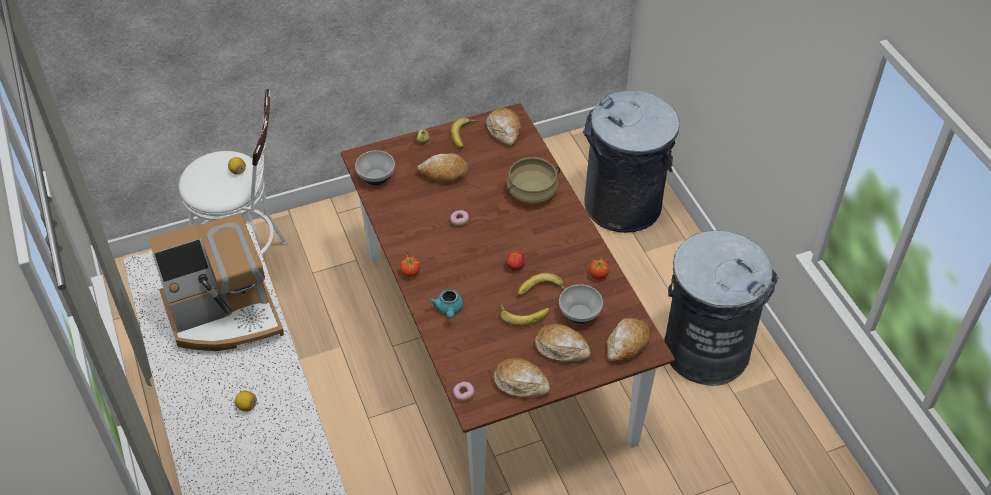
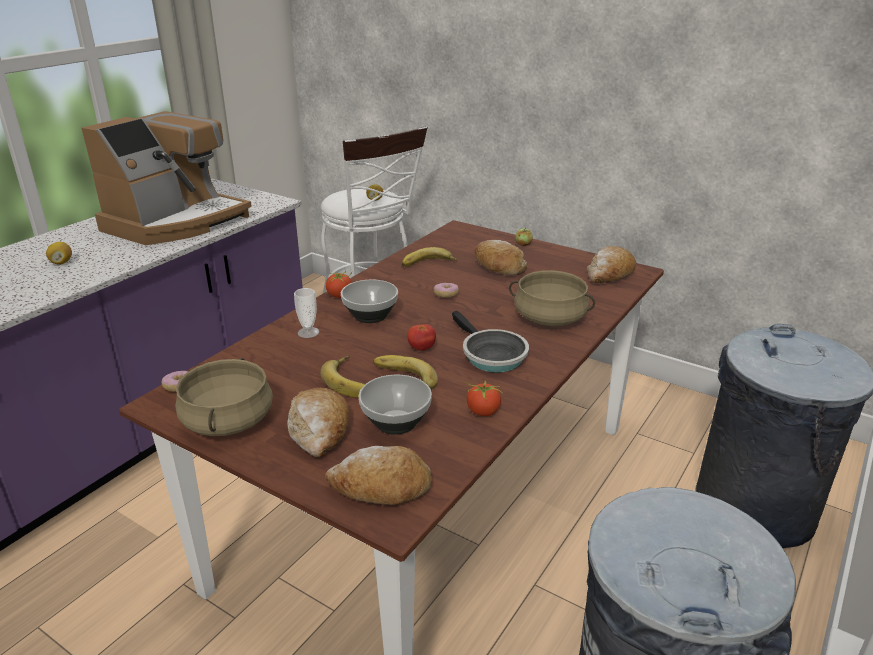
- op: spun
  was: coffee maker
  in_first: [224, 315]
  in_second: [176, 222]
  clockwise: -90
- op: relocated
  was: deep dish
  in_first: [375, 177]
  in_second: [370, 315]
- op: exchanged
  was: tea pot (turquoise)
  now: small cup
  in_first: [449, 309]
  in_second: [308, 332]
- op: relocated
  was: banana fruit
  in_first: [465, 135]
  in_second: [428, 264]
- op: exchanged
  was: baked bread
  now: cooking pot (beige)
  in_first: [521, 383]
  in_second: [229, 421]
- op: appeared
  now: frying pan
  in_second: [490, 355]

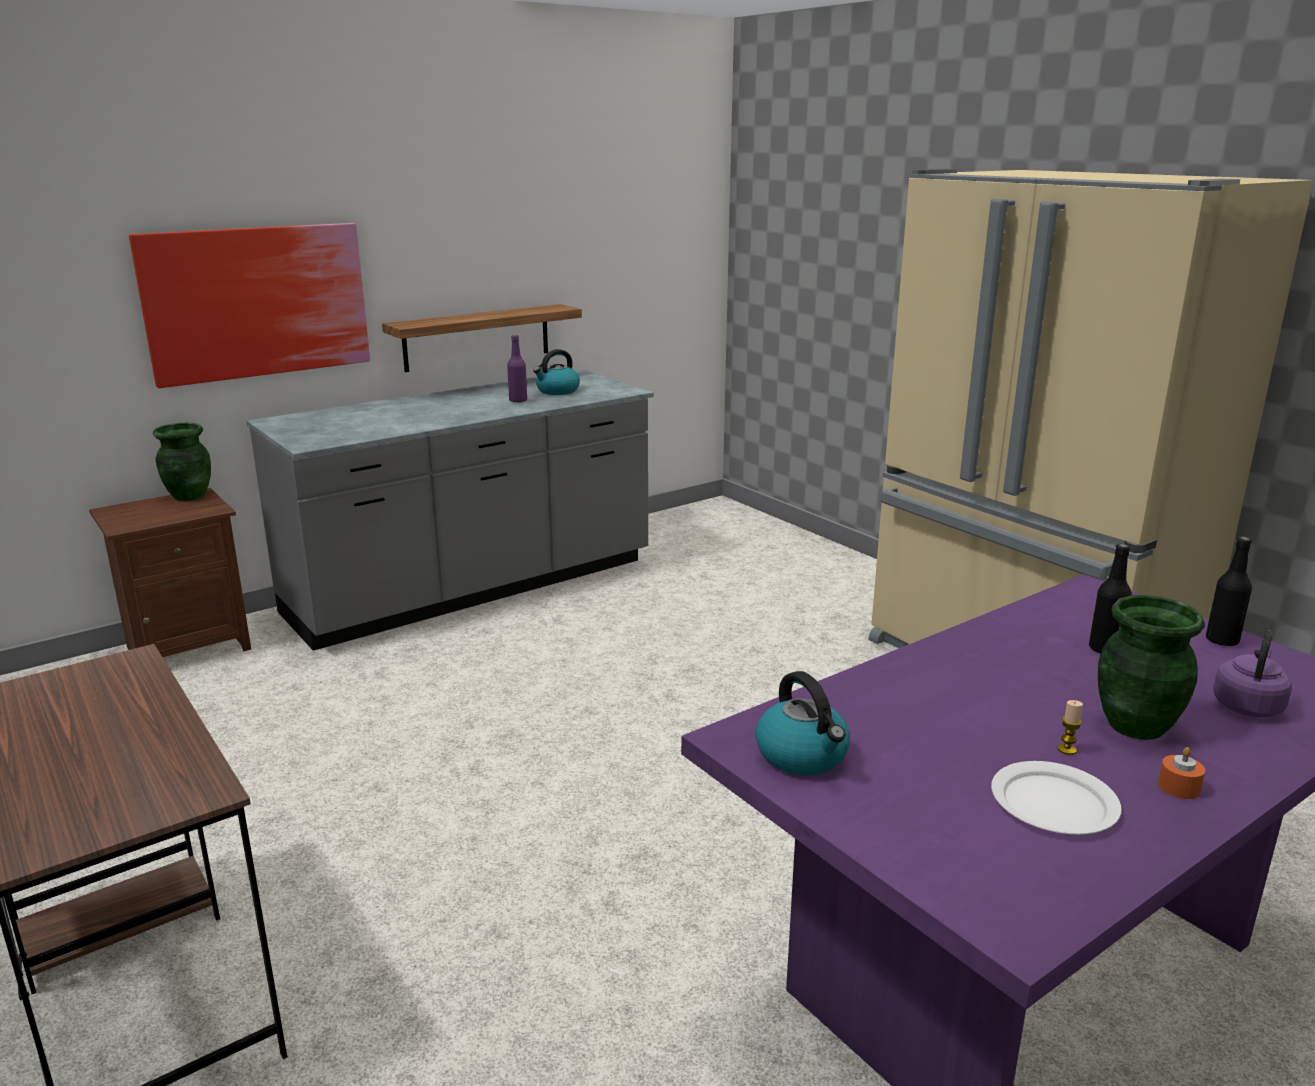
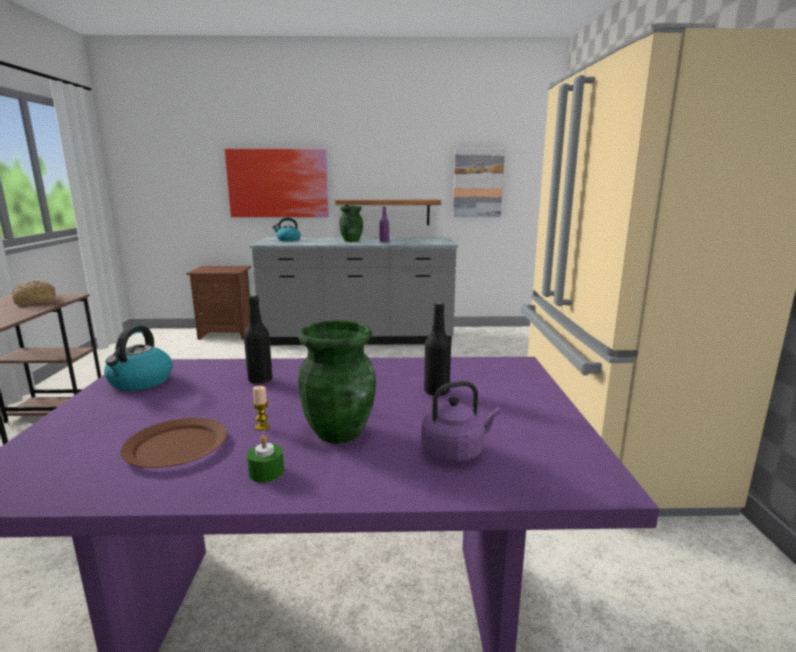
- op: relocated
  was: vase (greenish)
  in_first: [188, 496]
  in_second: [351, 241]
- op: relocated
  was: water kettle
  in_first: [557, 391]
  in_second: [288, 240]
- op: colour
  was: dinner plate (white-coloured)
  now: dinner plate (brown-coloured)
  in_first: [1053, 802]
  in_second: [177, 446]
- op: colour
  was: wax candle (orangey)
  now: wax candle (greenish)
  in_first: [1178, 787]
  in_second: [266, 472]
- op: relocated
  was: bottle (blackish)
  in_first: [1222, 640]
  in_second: [260, 380]
- op: appeared
  now: baked bread
  in_second: [36, 301]
- op: appeared
  now: wall picture
  in_second: [477, 183]

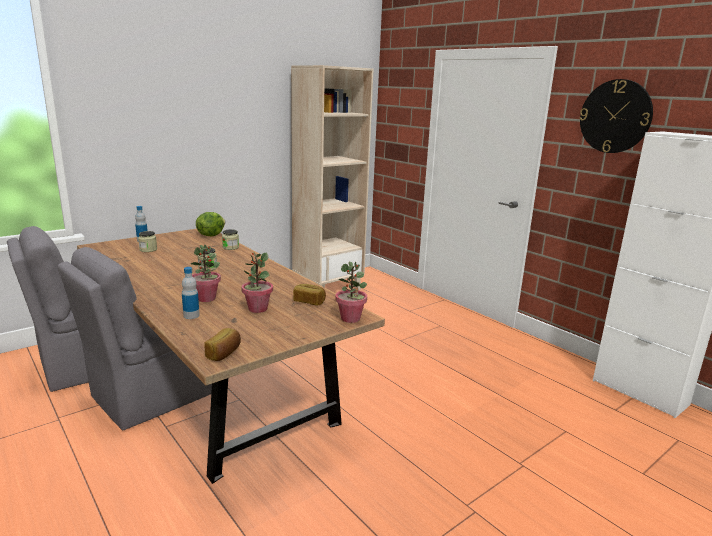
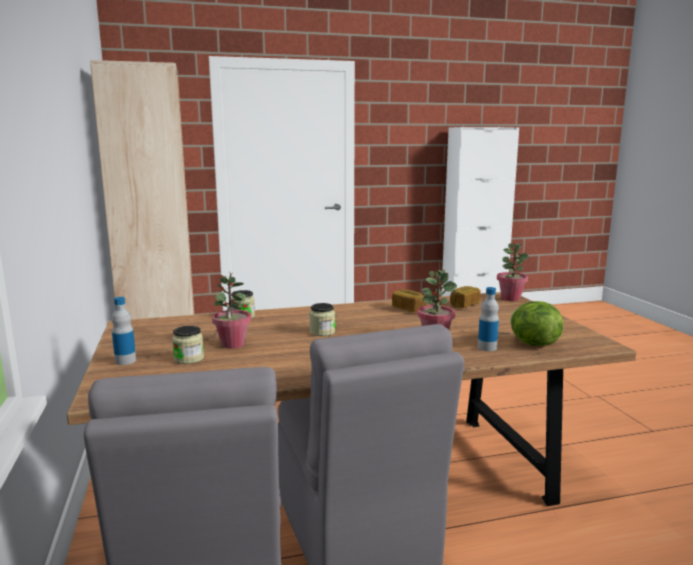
- op: relocated
  was: lettuce
  in_first: [210, 235]
  in_second: [532, 344]
- op: relocated
  was: baked bread
  in_first: [224, 353]
  in_second: [409, 309]
- op: relocated
  was: potted plant
  in_first: [257, 309]
  in_second: [233, 344]
- op: missing
  was: clock on the wall
  in_first: [615, 116]

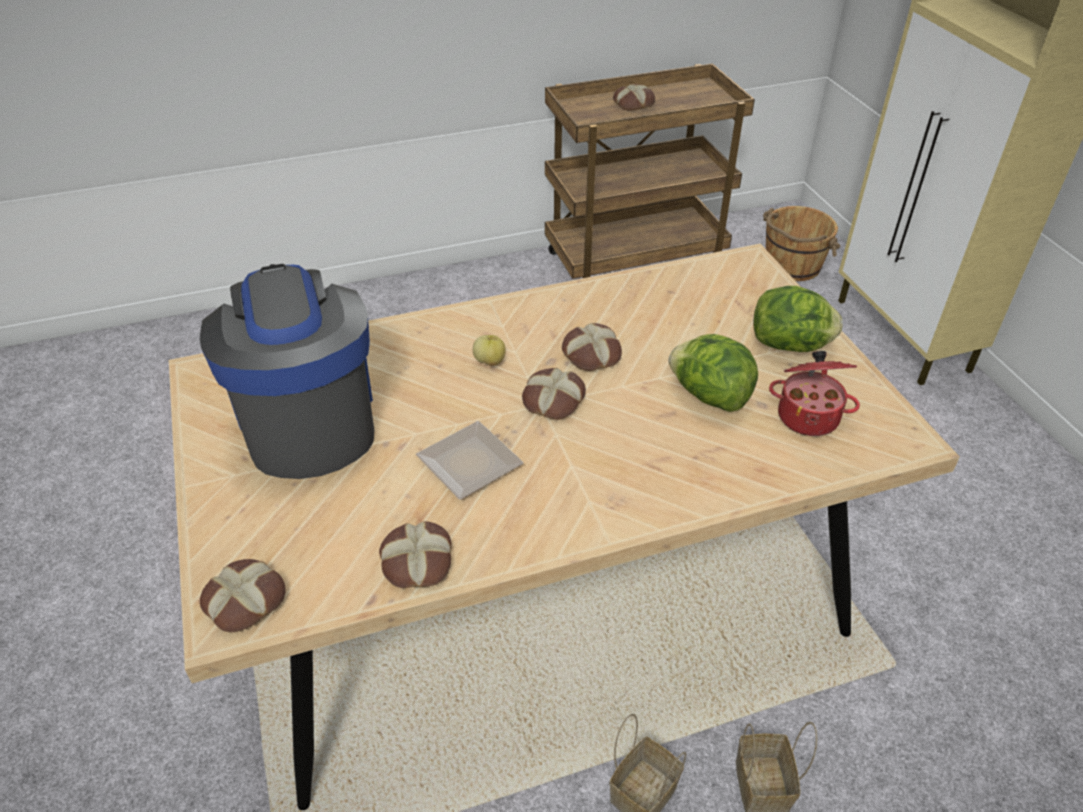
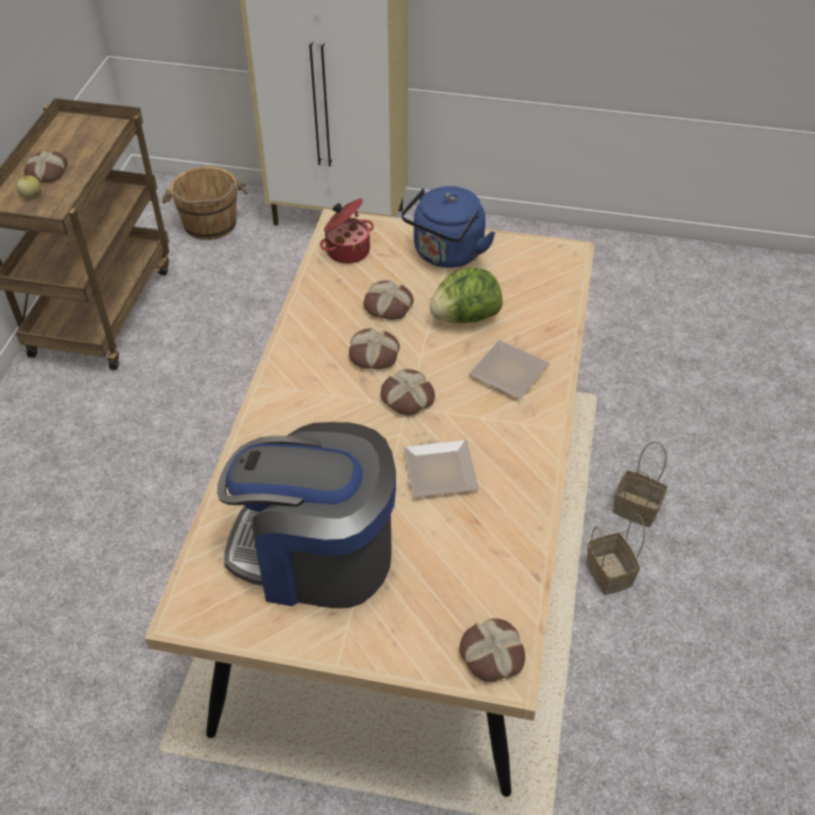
- op: relocated
  was: baked bread
  in_first: [416, 561]
  in_second: [387, 306]
- op: relocated
  was: whole apple
  in_first: [490, 361]
  in_second: [31, 196]
- op: exchanged
  was: lettuce
  now: water kettle (blue)
  in_first: [790, 345]
  in_second: [446, 254]
- op: relocated
  was: cooking pot
  in_first: [808, 415]
  in_second: [347, 250]
- op: appeared
  now: dinner plate
  in_second: [509, 374]

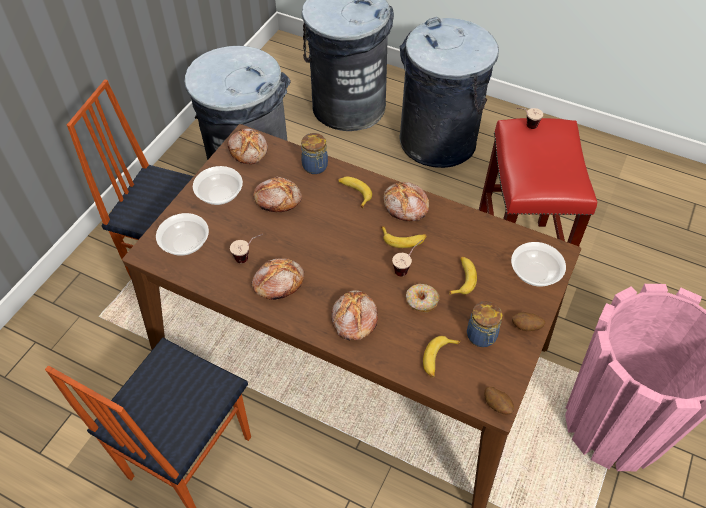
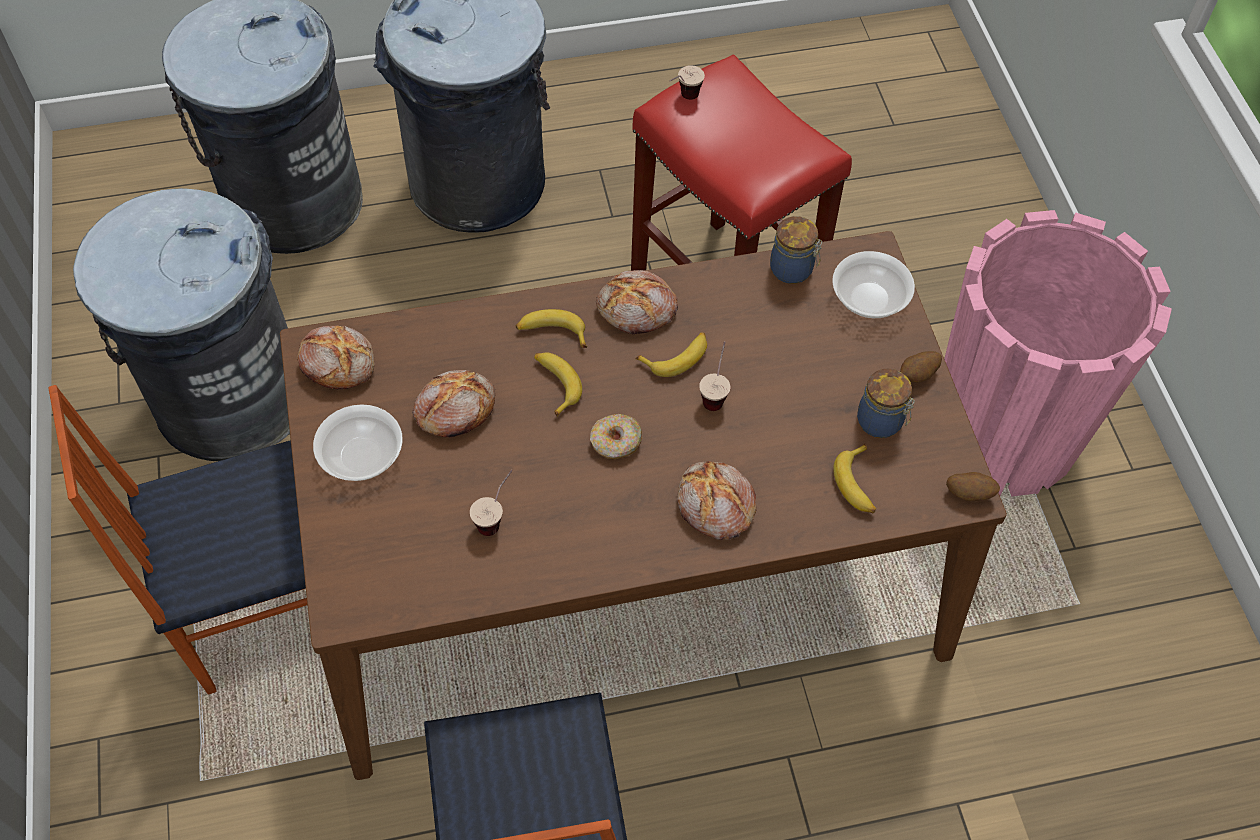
- op: missing
  was: deep dish
  in_first: [185, 243]
- op: missing
  was: baked bread
  in_first: [278, 282]
- op: relocated
  was: storage jar
  in_first: [315, 167]
  in_second: [793, 270]
- op: relocated
  was: donut
  in_first: [421, 301]
  in_second: [616, 442]
- op: relocated
  was: banana fruit
  in_first: [462, 278]
  in_second: [555, 384]

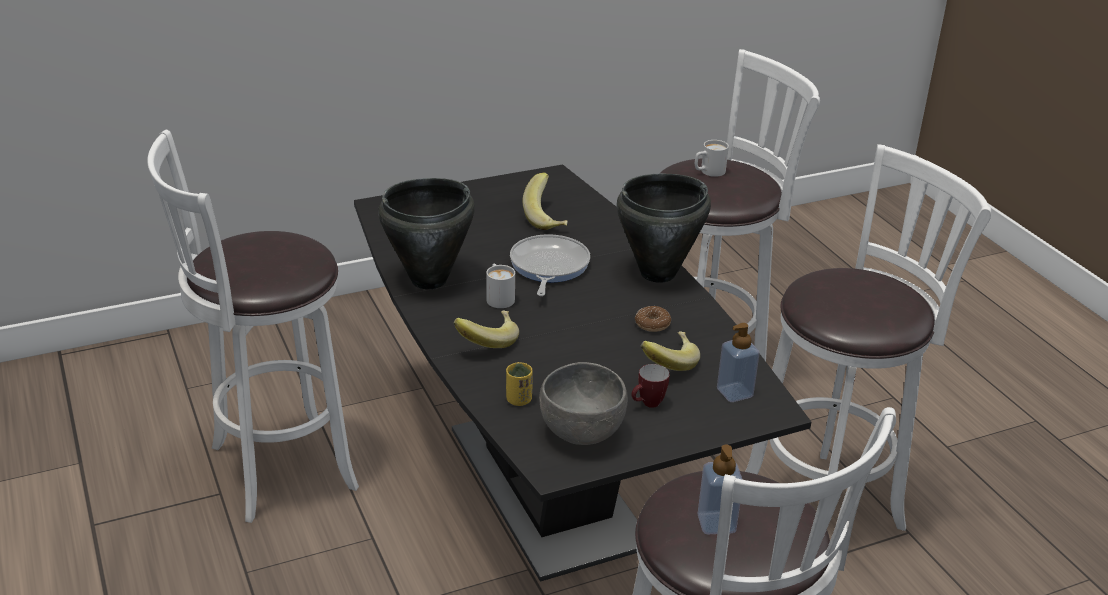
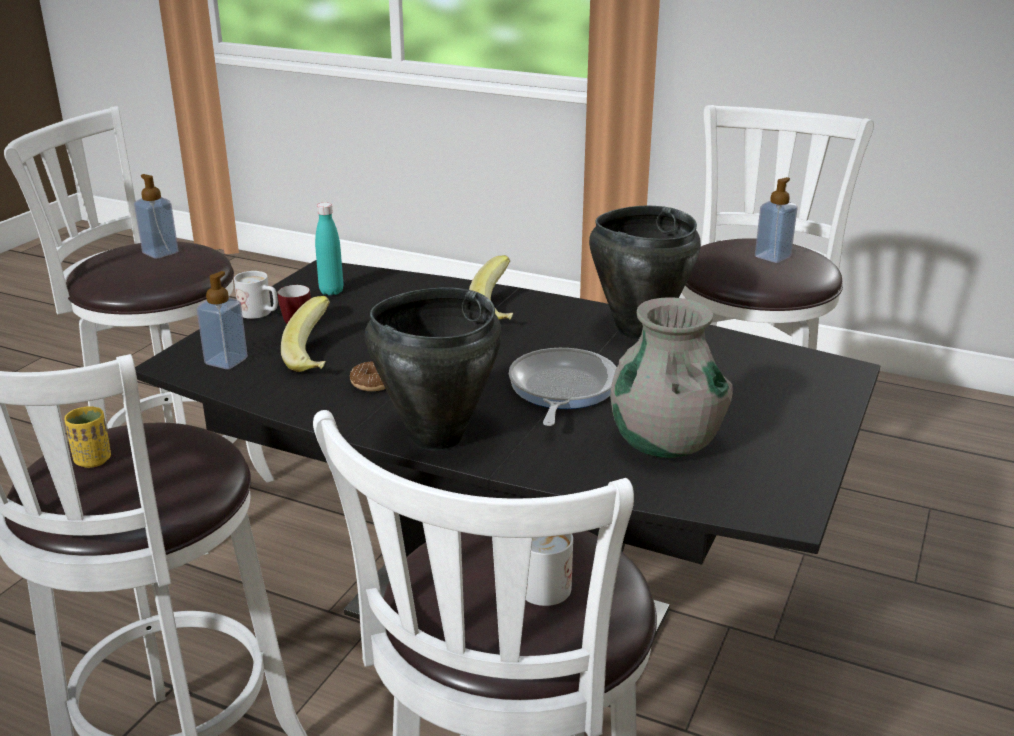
- op: relocated
  was: tea mug (white-coloured)
  in_first: [498, 297]
  in_second: [260, 313]
- op: relocated
  was: small cup (yellow-coloured)
  in_first: [518, 400]
  in_second: [93, 460]
- op: spun
  was: frying pan
  in_first: [548, 267]
  in_second: [561, 389]
  clockwise: -135
- op: exchanged
  was: banana fruit
  now: vase (greyish)
  in_first: [548, 218]
  in_second: [665, 443]
- op: exchanged
  was: deep dish (greyish)
  now: bottle (turquoise)
  in_first: [581, 433]
  in_second: [331, 291]
- op: appeared
  now: soap dispenser
  in_second: [772, 257]

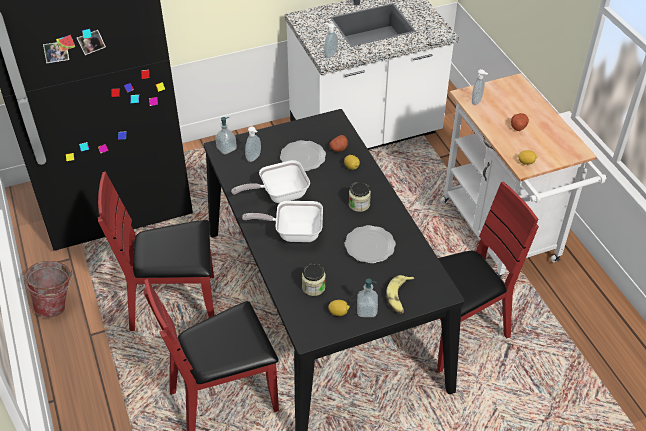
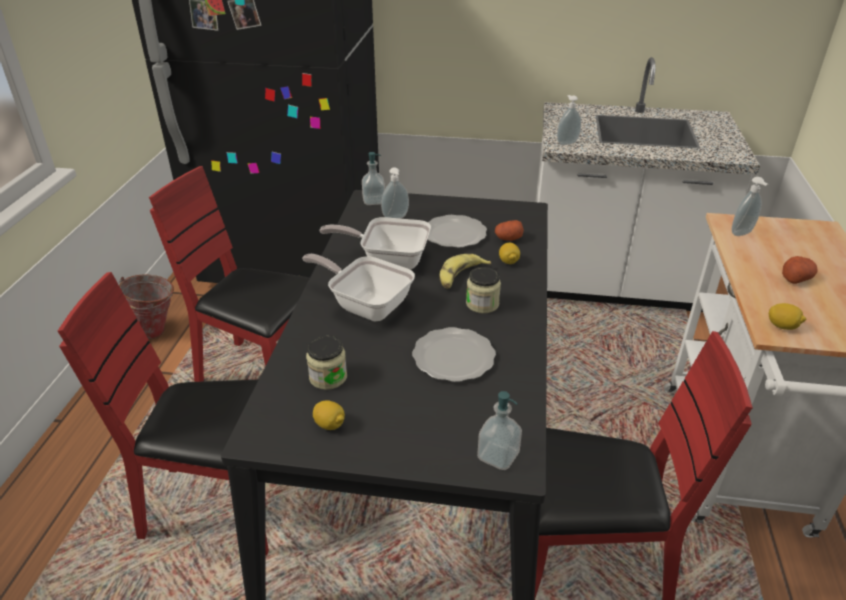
- op: relocated
  was: soap dispenser
  in_first: [367, 310]
  in_second: [498, 456]
- op: relocated
  was: banana fruit
  in_first: [399, 297]
  in_second: [460, 277]

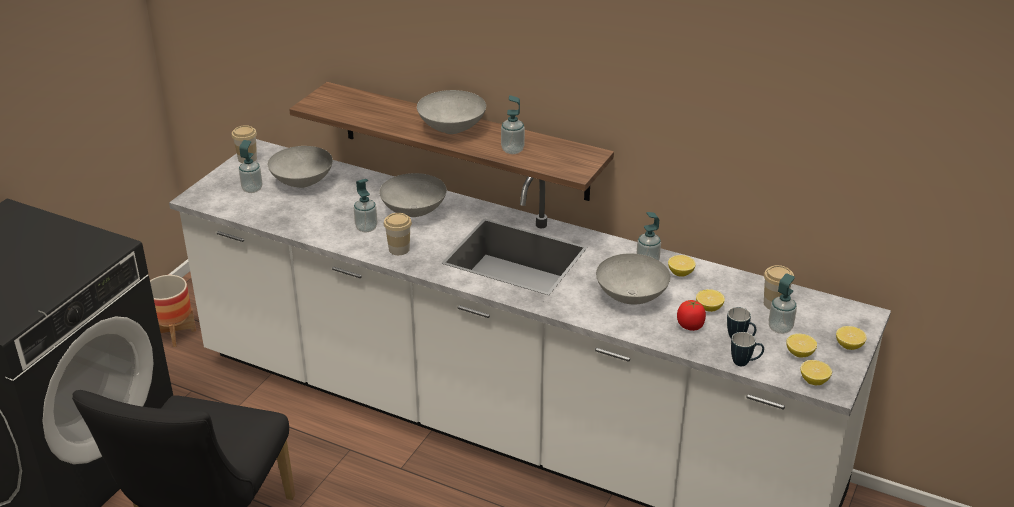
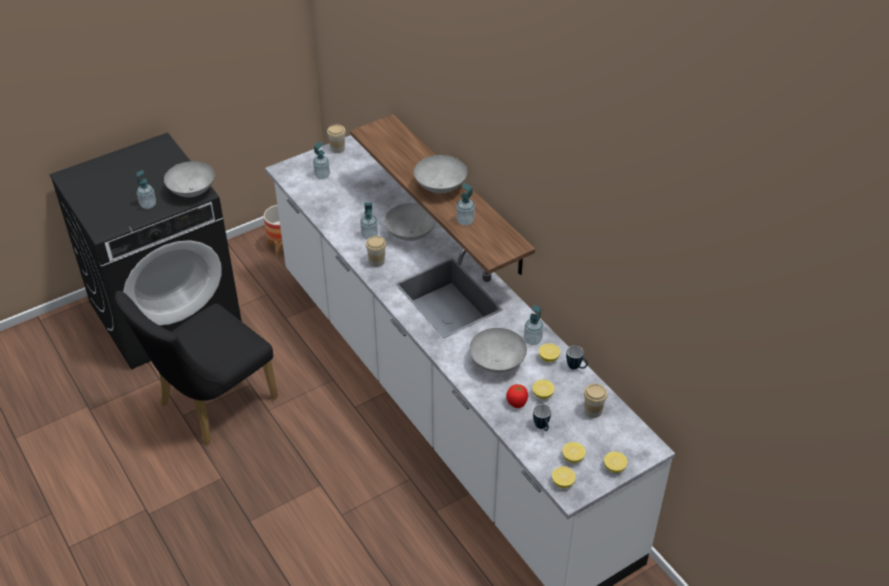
- op: relocated
  was: deep dish (greyish)
  in_first: [303, 182]
  in_second: [193, 191]
- op: relocated
  was: tea mug
  in_first: [745, 363]
  in_second: [576, 367]
- op: relocated
  was: soap dispenser
  in_first: [780, 328]
  in_second: [148, 205]

